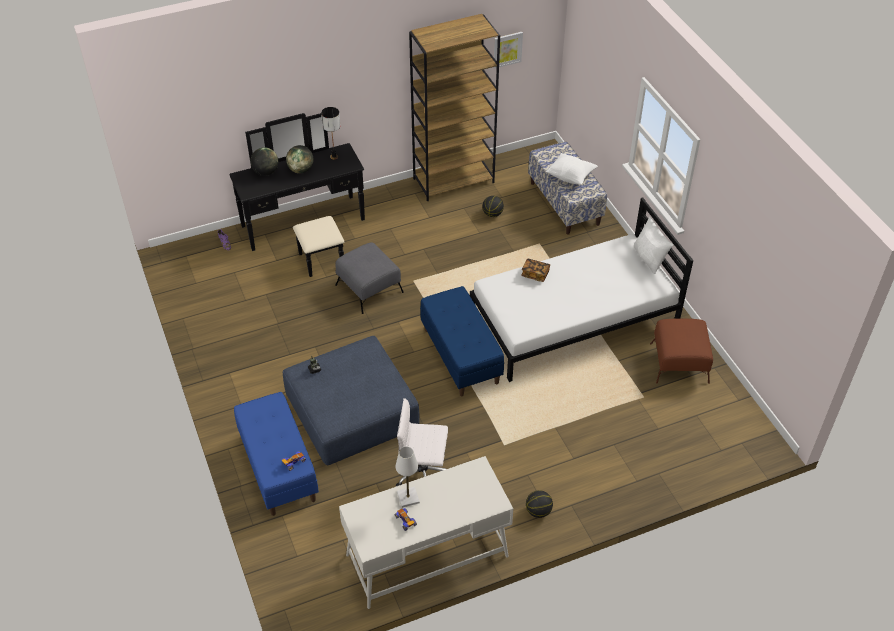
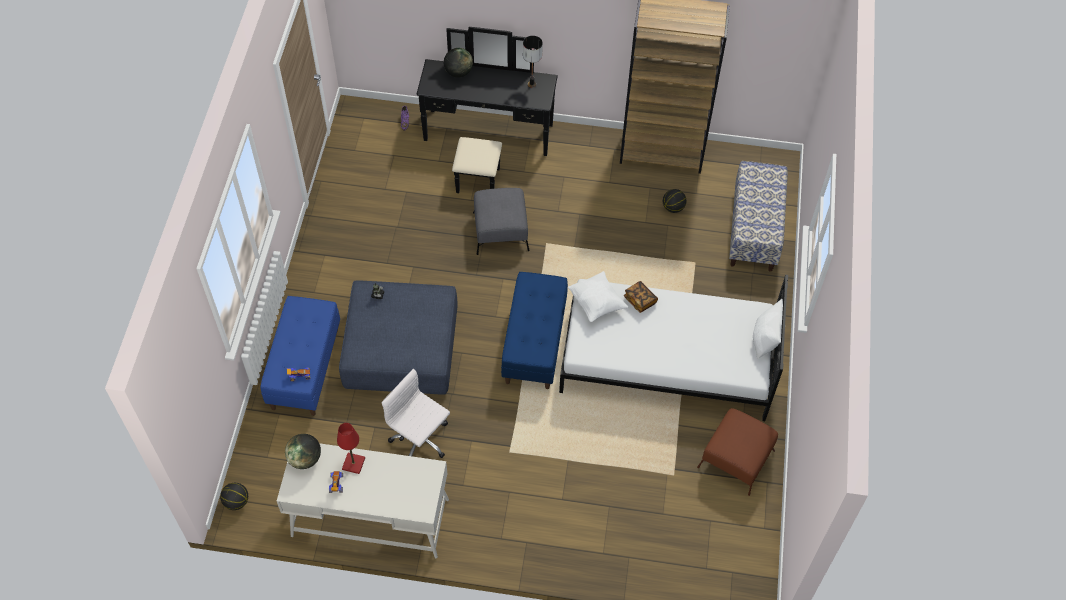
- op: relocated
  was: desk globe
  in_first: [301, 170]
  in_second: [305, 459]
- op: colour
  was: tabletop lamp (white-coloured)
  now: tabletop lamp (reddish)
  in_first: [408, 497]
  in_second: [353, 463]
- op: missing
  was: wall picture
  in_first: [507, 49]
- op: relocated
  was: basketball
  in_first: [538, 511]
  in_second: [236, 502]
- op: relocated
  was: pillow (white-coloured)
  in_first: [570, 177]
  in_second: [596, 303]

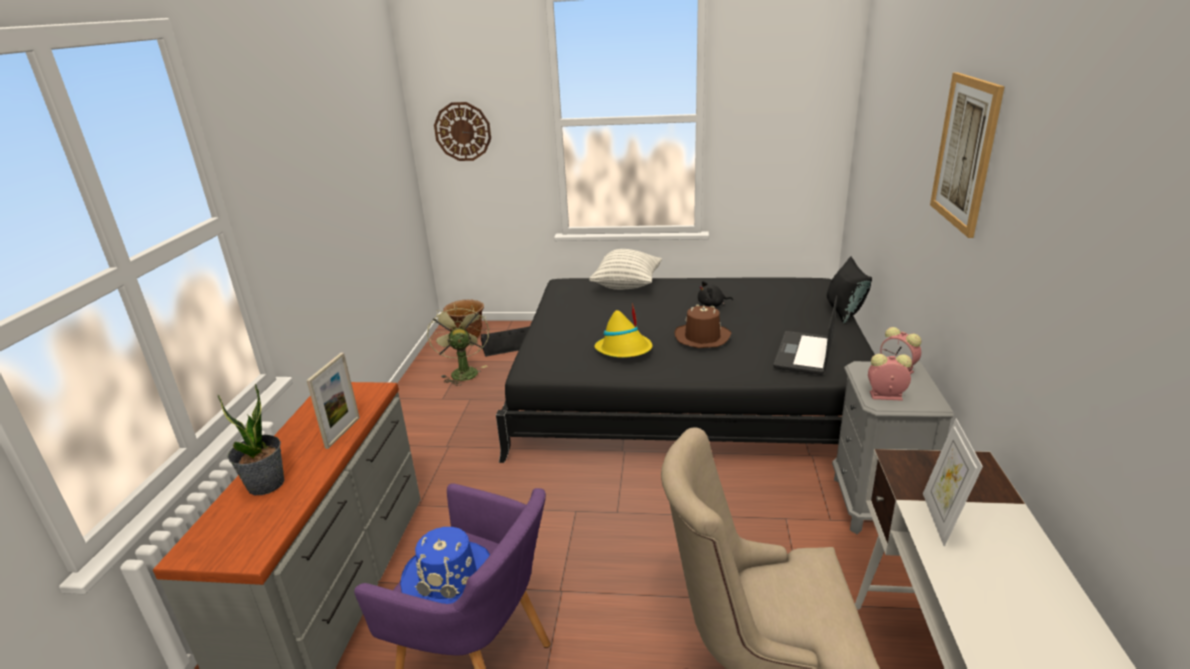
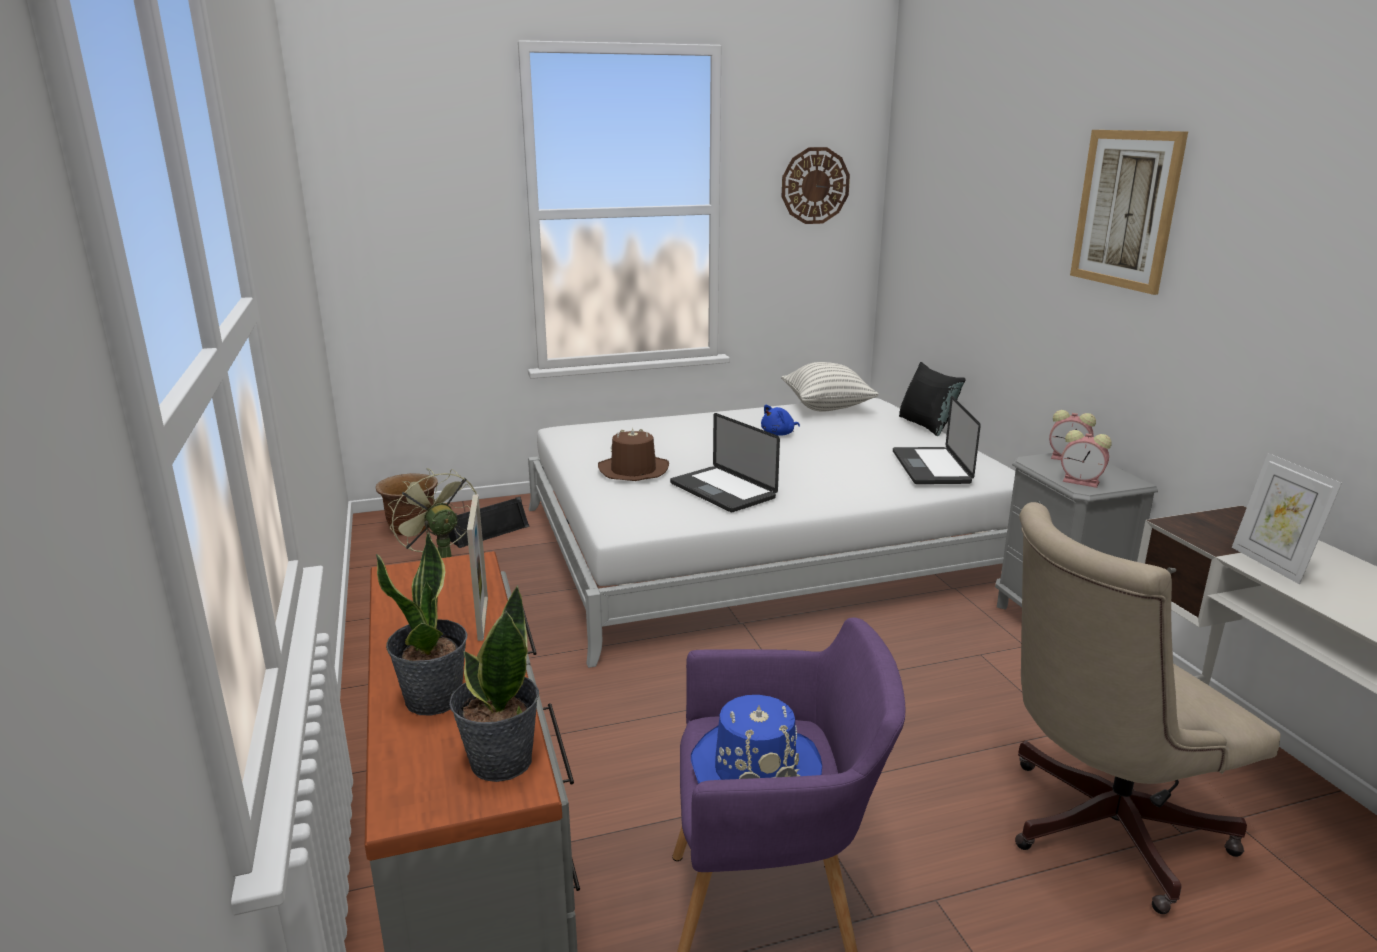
- op: relocated
  was: clock on the wall
  in_first: [462, 131]
  in_second: [815, 185]
- op: colour
  was: bed (blackish)
  now: bed (white-coloured)
  in_first: [688, 389]
  in_second: [764, 545]
- op: relocated
  was: pillow
  in_first: [627, 285]
  in_second: [827, 407]
- op: exchanged
  was: hat (yellow-coloured)
  now: portable computer
  in_first: [624, 350]
  in_second: [722, 491]
- op: relocated
  was: hat (brown-coloured)
  in_first: [702, 337]
  in_second: [633, 470]
- op: colour
  was: soft toy (blackish)
  now: soft toy (blue)
  in_first: [712, 305]
  in_second: [779, 434]
- op: spun
  was: bedside clock
  in_first: [884, 396]
  in_second: [1082, 482]
  clockwise: -135
- op: appeared
  now: potted plant
  in_second: [500, 761]

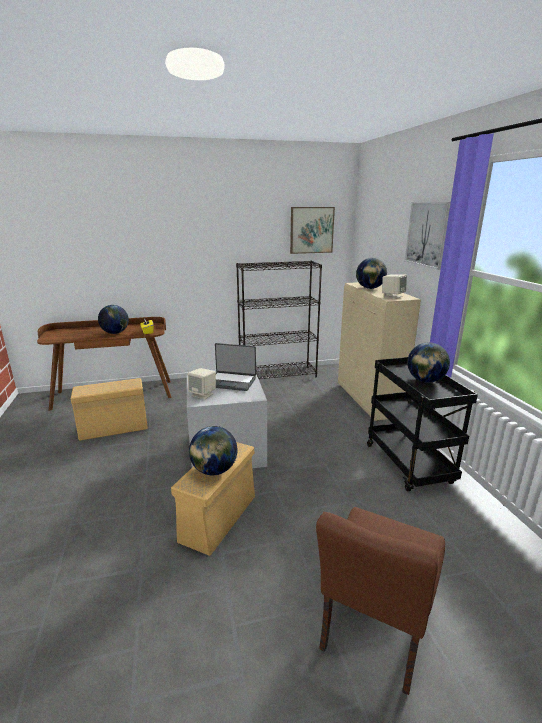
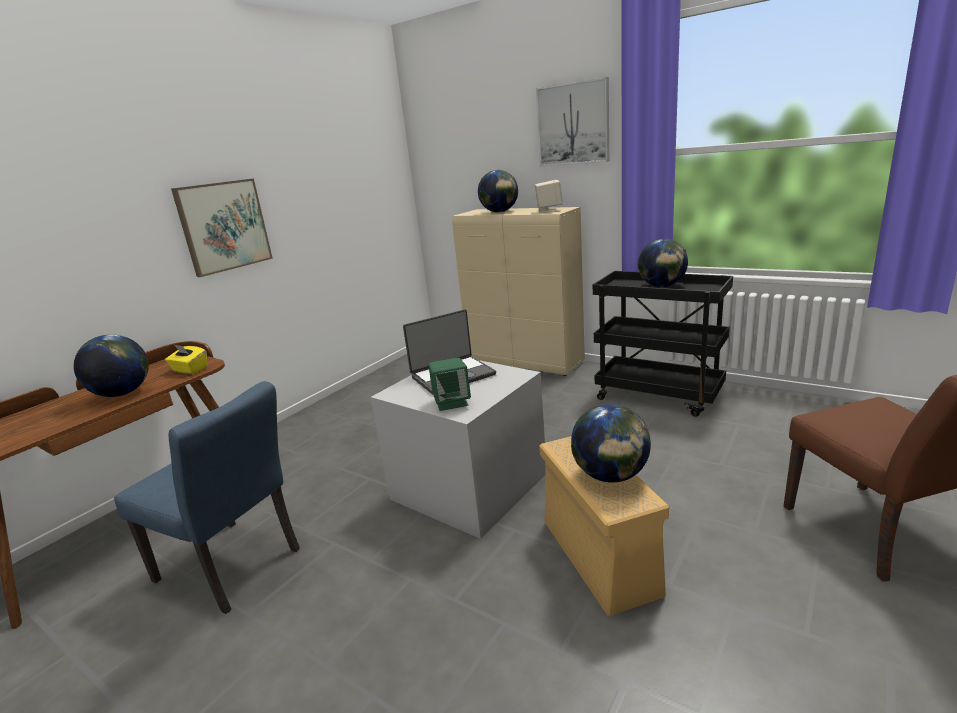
- op: exchanged
  was: storage container (beige)
  now: plain chair (blue)
  in_first: [113, 428]
  in_second: [235, 568]
- op: colour
  was: loudspeaker (beige)
  now: loudspeaker (greenish)
  in_first: [203, 394]
  in_second: [452, 402]
- op: missing
  was: bookshelf (blackish)
  in_first: [278, 375]
- op: relocated
  was: wall picture
  in_first: [311, 230]
  in_second: [224, 226]

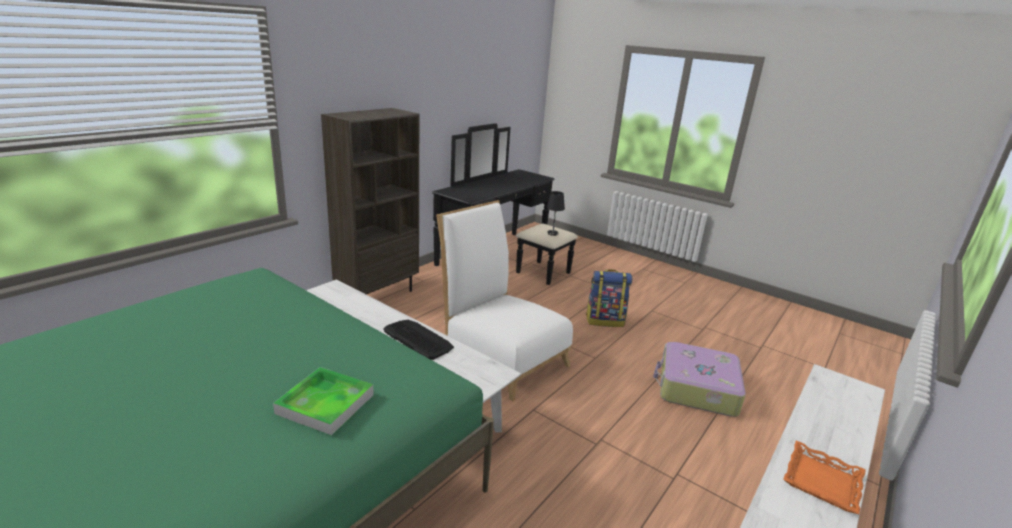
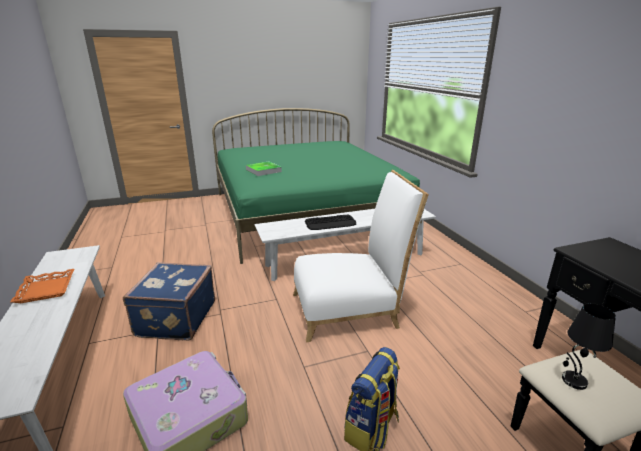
- op: missing
  was: bookshelf (brown-coloured)
  in_first: [378, 295]
- op: appeared
  now: suitcase (blue)
  in_second: [175, 319]

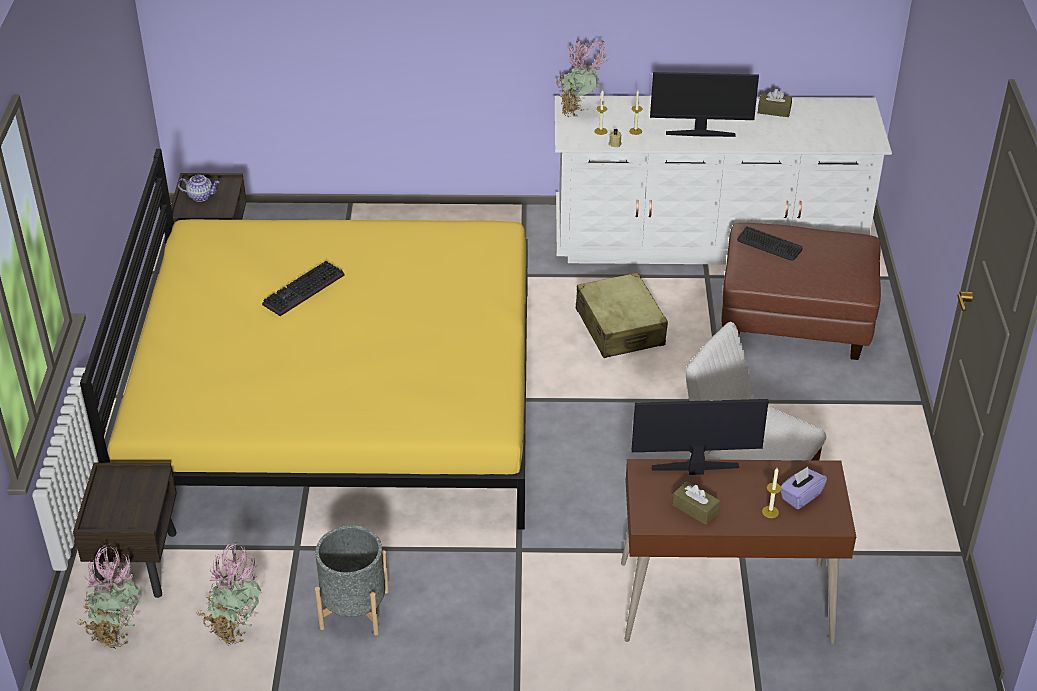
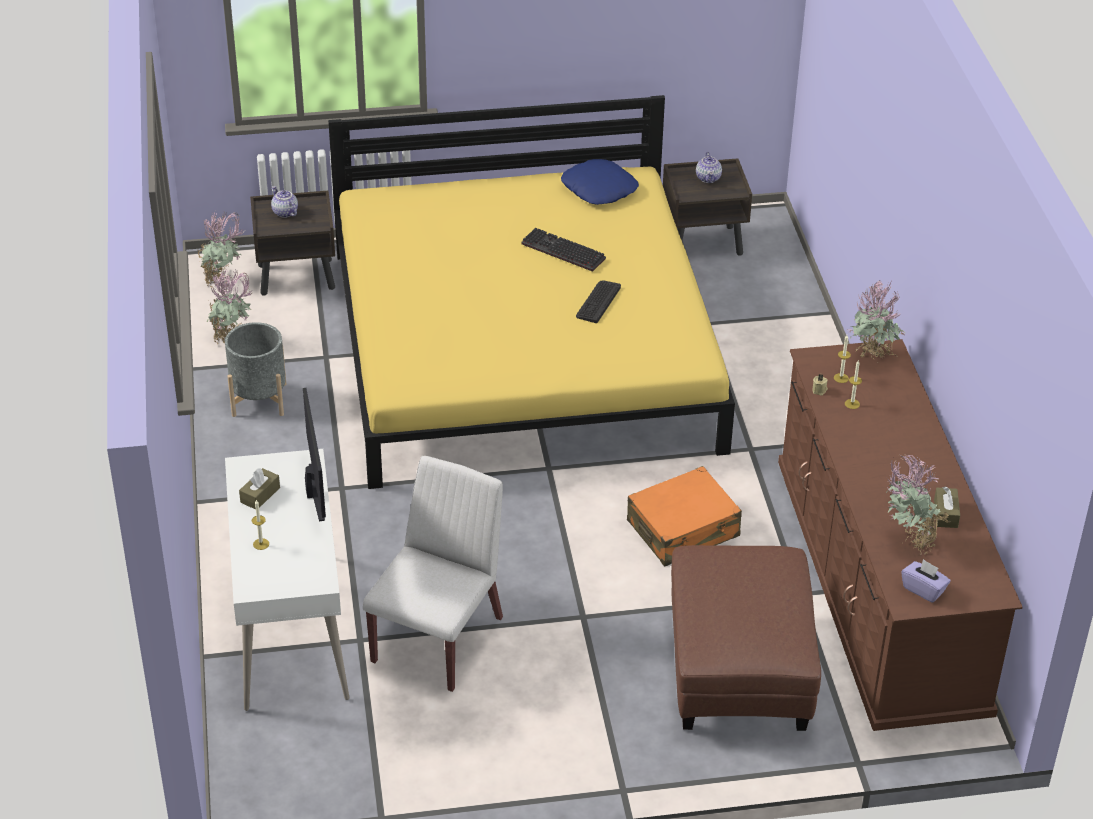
- op: colour
  was: drawer chest (white-coloured)
  now: drawer chest (brown-coloured)
  in_first: [708, 237]
  in_second: [877, 591]
- op: colour
  was: suitcase (beige)
  now: suitcase (orangey)
  in_first: [620, 327]
  in_second: [683, 529]
- op: colour
  was: desk (brown-coloured)
  now: desk (white-coloured)
  in_first: [725, 603]
  in_second: [289, 631]
- op: missing
  was: monitor
  in_first: [700, 133]
- op: relocated
  was: computer keyboard
  in_first: [769, 245]
  in_second: [598, 302]
- op: relocated
  was: box of tissues (purple)
  in_first: [800, 496]
  in_second: [923, 589]
- op: appeared
  now: tea pot
  in_second: [284, 212]
- op: appeared
  now: pillow (blue)
  in_second: [599, 189]
- op: appeared
  now: potted plant
  in_second: [908, 542]

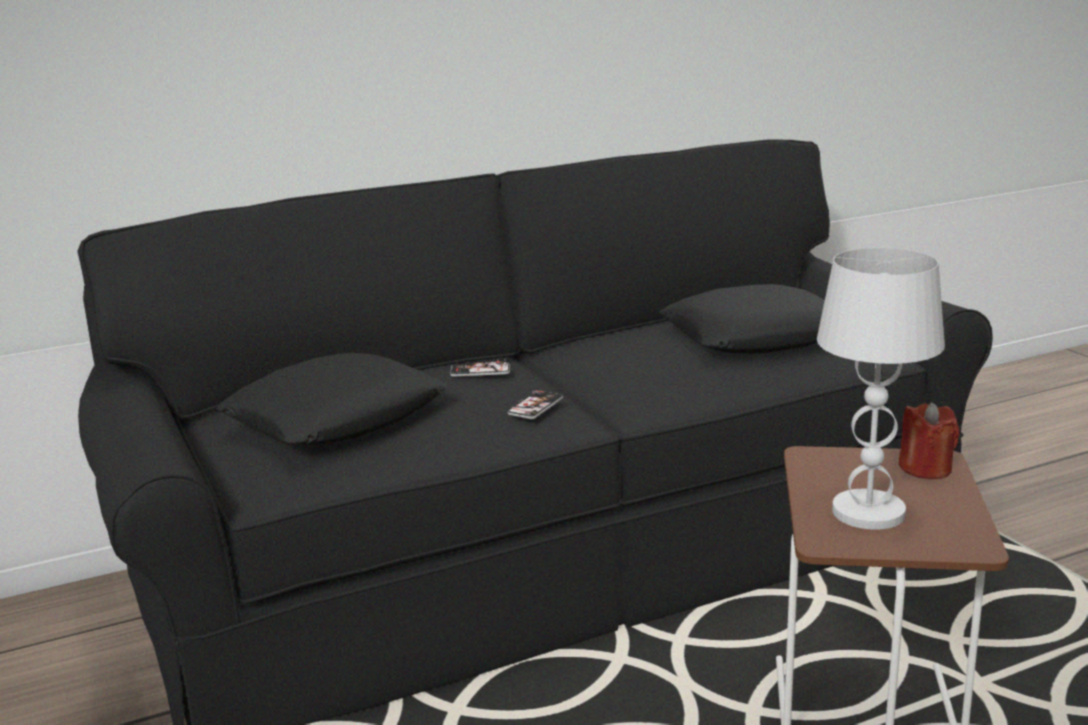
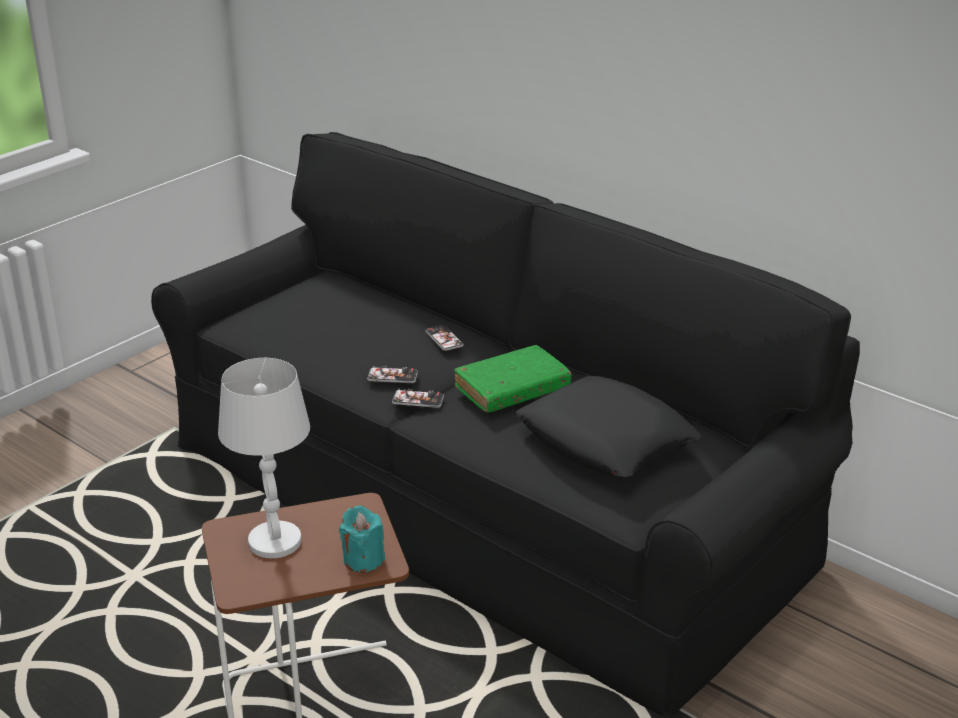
- op: missing
  was: pillow (blackish)
  in_first: [336, 417]
- op: colour
  was: wax candle (reddish)
  now: wax candle (turquoise)
  in_first: [925, 469]
  in_second: [363, 560]
- op: appeared
  now: handset
  in_second: [418, 400]
- op: appeared
  now: volume (greenish)
  in_second: [512, 389]

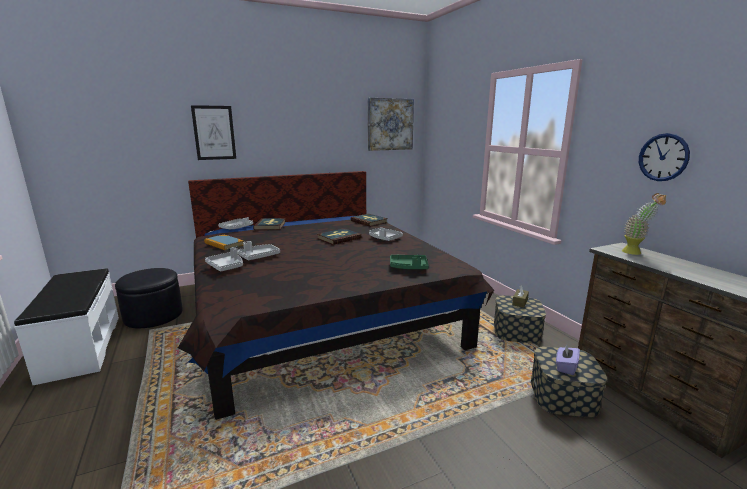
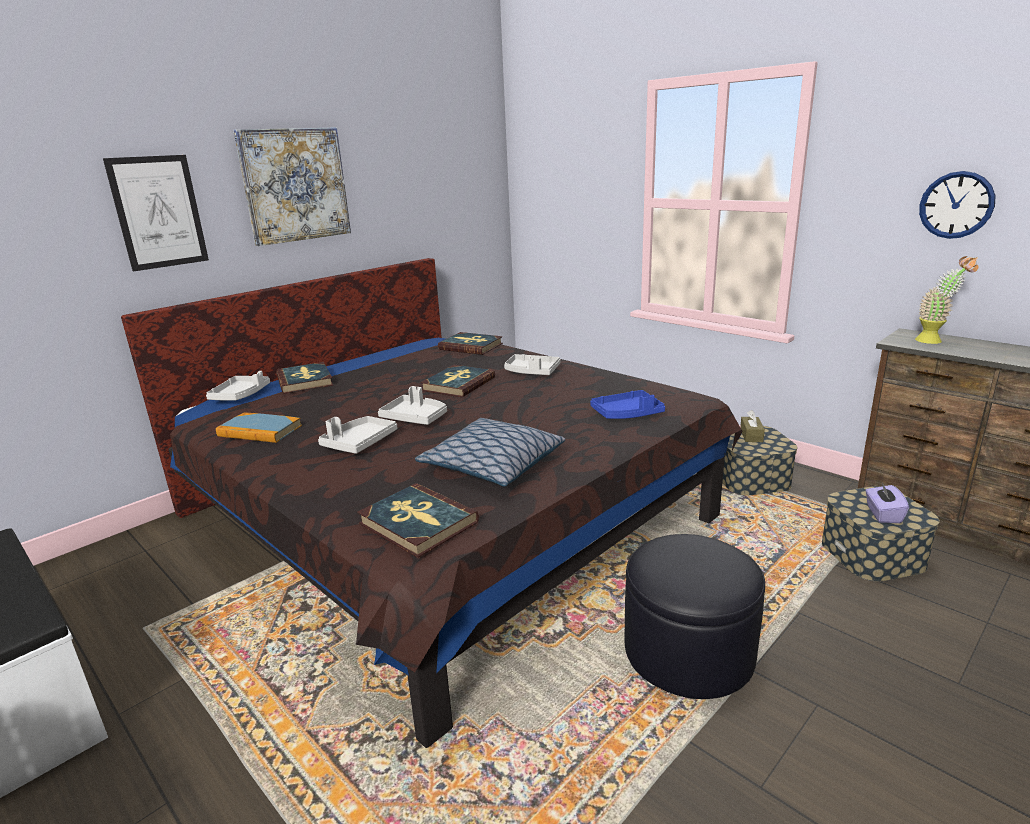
- op: relocated
  was: footrest (blackish)
  in_first: [153, 315]
  in_second: [688, 650]
- op: relocated
  was: carrying tray (greyish)
  in_first: [226, 266]
  in_second: [415, 418]
- op: relocated
  was: wall picture
  in_first: [390, 124]
  in_second: [295, 185]
- op: colour
  was: carrying tray (greenish)
  now: carrying tray (blue)
  in_first: [409, 267]
  in_second: [627, 414]
- op: appeared
  now: volume
  in_second: [417, 523]
- op: appeared
  now: pillow
  in_second: [492, 465]

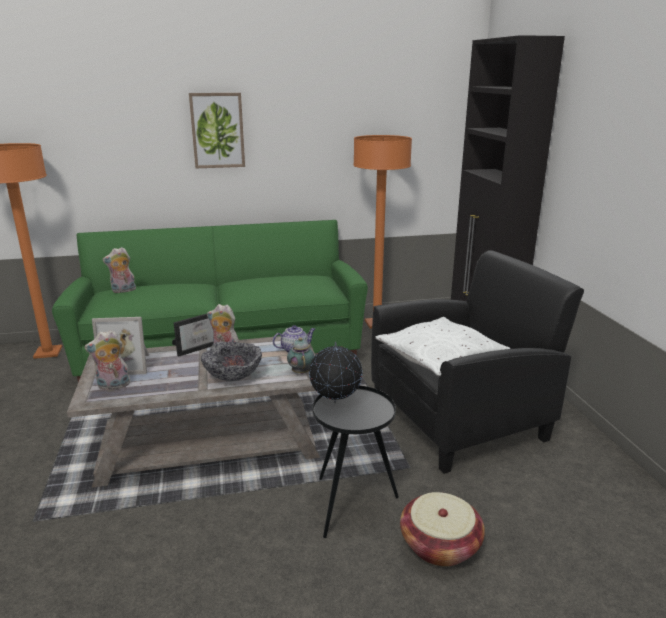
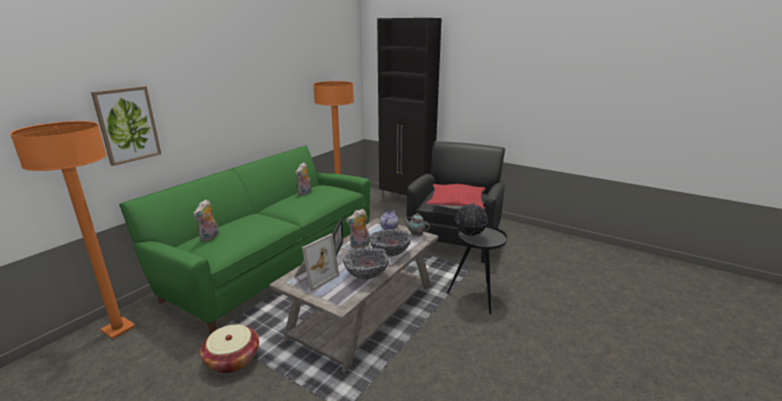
- op: relocated
  was: soft toy
  in_first: [113, 386]
  in_second: [304, 193]
- op: relocated
  was: wall picture
  in_first: [217, 130]
  in_second: [127, 125]
- op: colour
  was: pillow (white-coloured)
  now: pillow (reddish)
  in_first: [440, 356]
  in_second: [456, 203]
- op: relocated
  was: household basket
  in_first: [440, 545]
  in_second: [232, 359]
- op: appeared
  now: deep dish
  in_second: [366, 275]

